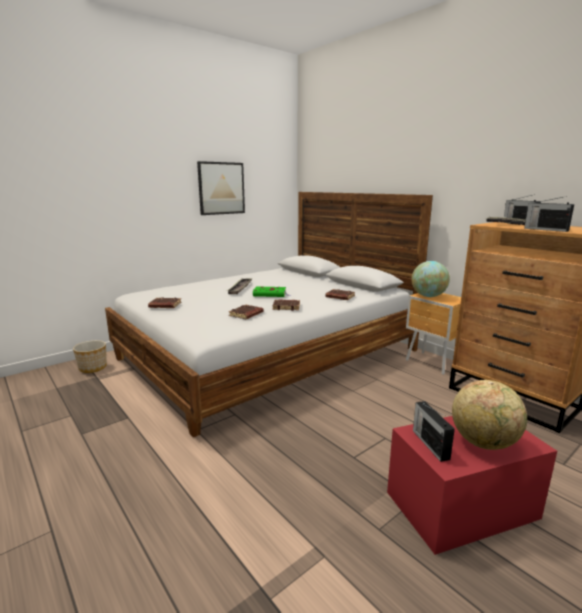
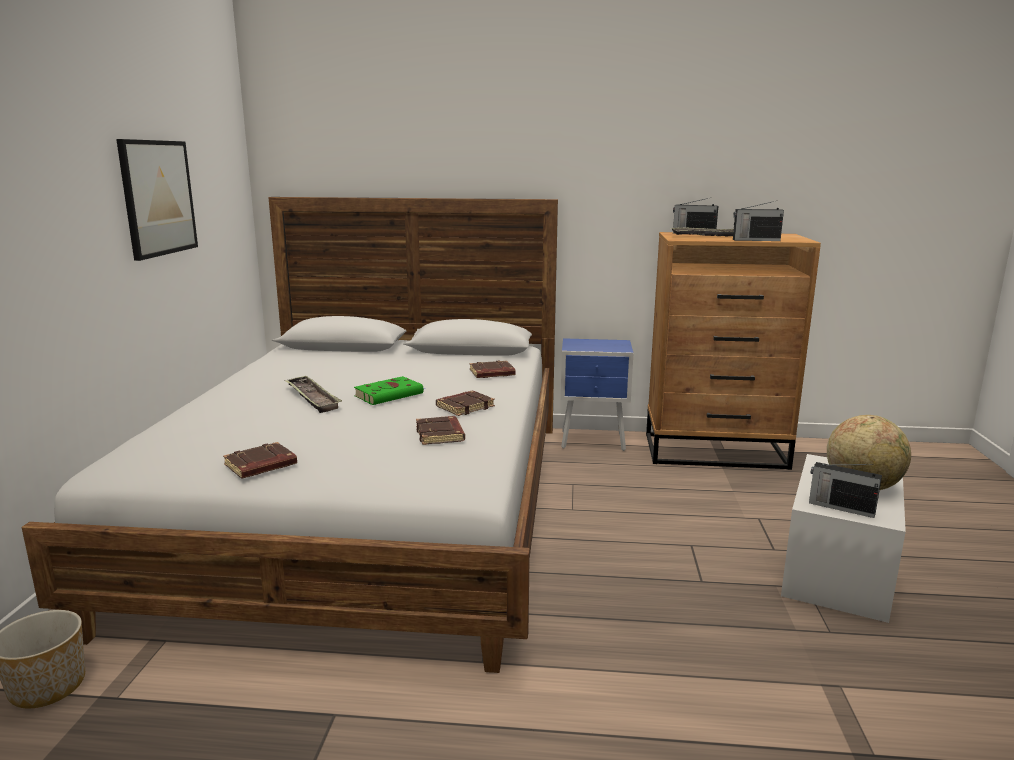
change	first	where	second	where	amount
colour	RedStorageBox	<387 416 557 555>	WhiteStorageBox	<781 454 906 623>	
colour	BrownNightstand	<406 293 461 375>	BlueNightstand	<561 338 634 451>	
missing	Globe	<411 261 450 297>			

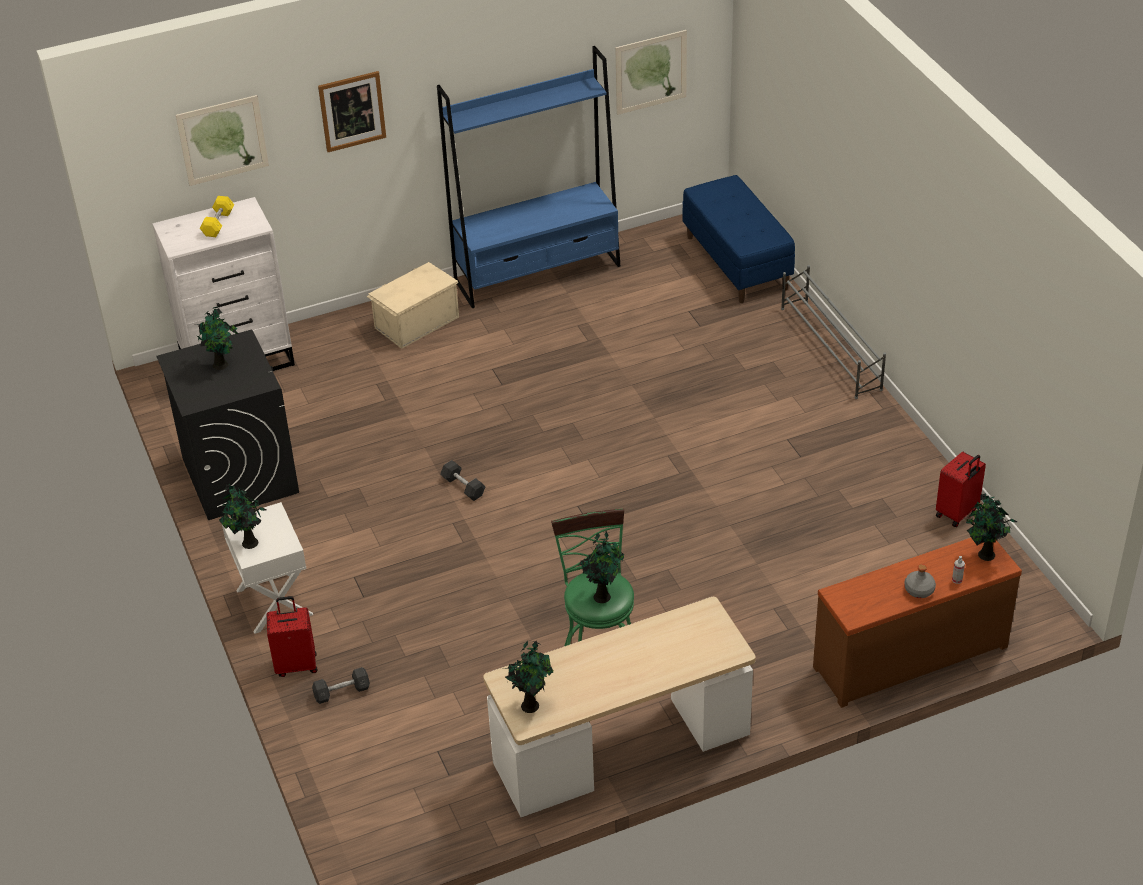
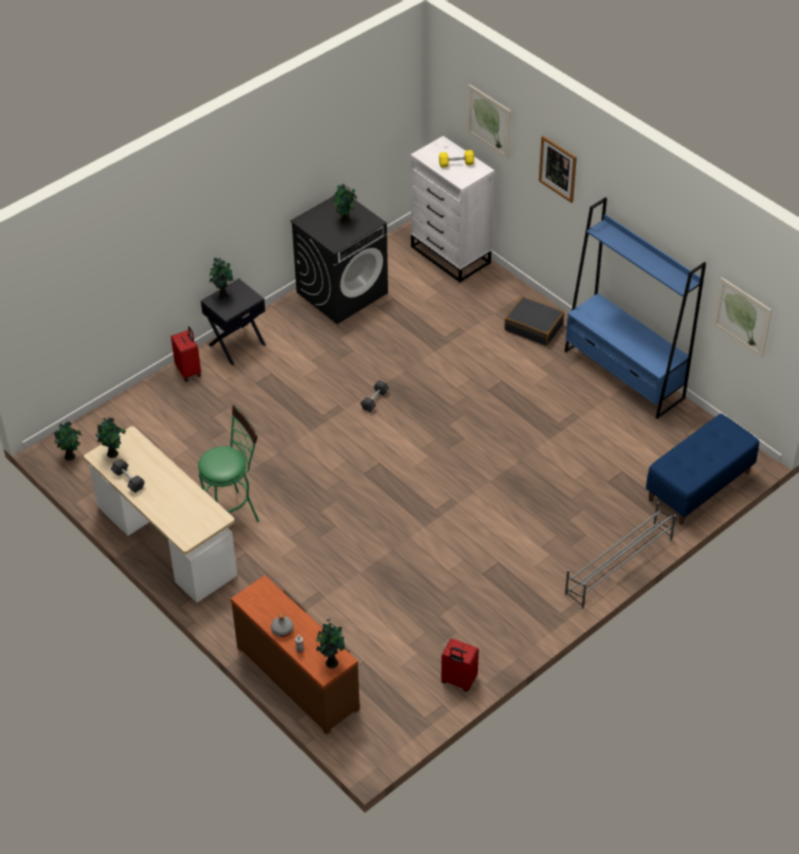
change	first	where	second	where	amount
colour	WhiteNightstand	<222 502 313 634>	BlackNightstand	<201 279 266 365>	
relocated	GreyDumbbell	<312 667 370 704>		<111 458 145 493>	
exchanged	BeigeStorageBox	<367 262 459 349>	BlackSuitcase	<504 297 565 346>	
relocated	PottedPlant	<578 531 624 603>		<54 420 82 461>	

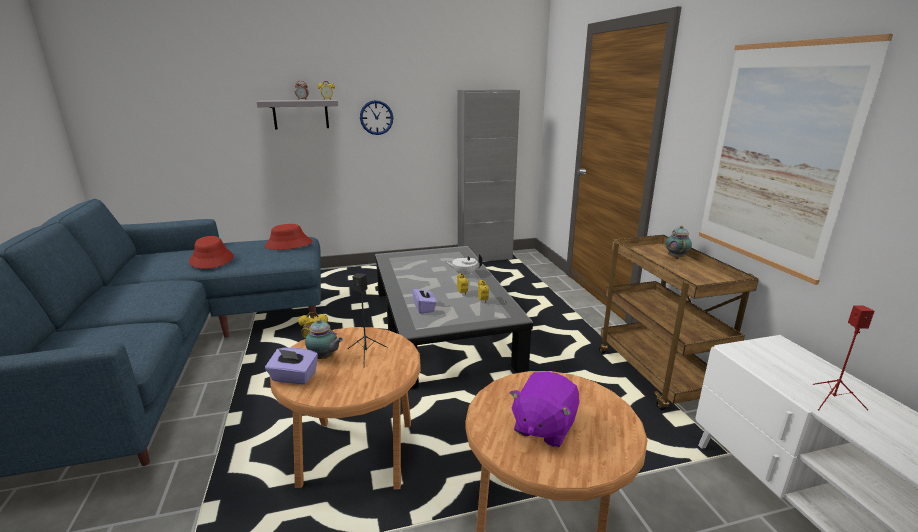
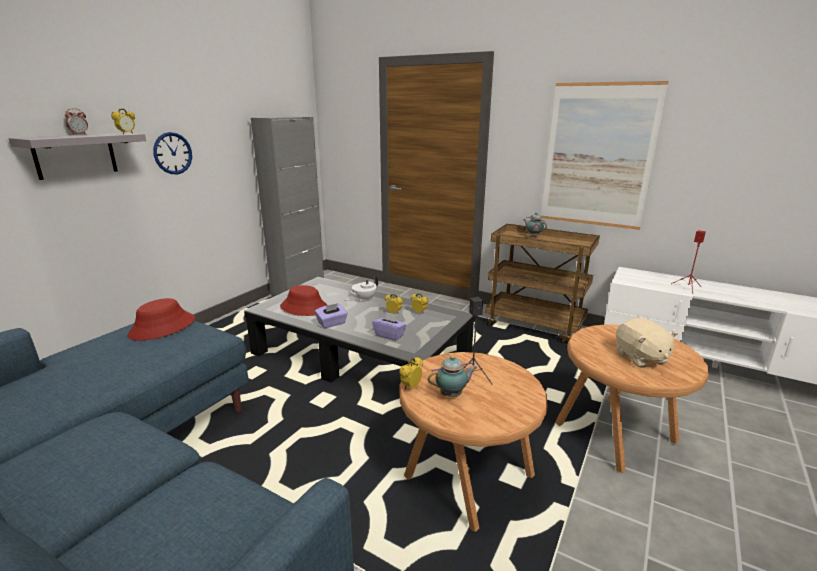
change	first	where	second	where	amount
relocated	RedHat	<189 236 234 269>		<280 285 327 316>	
relocated	PurpleTissueBox	<265 347 318 385>		<315 303 348 328>	
colour	PurplePlushToy	<510 372 580 447>	BeigePlushToy	<616 318 678 368>	

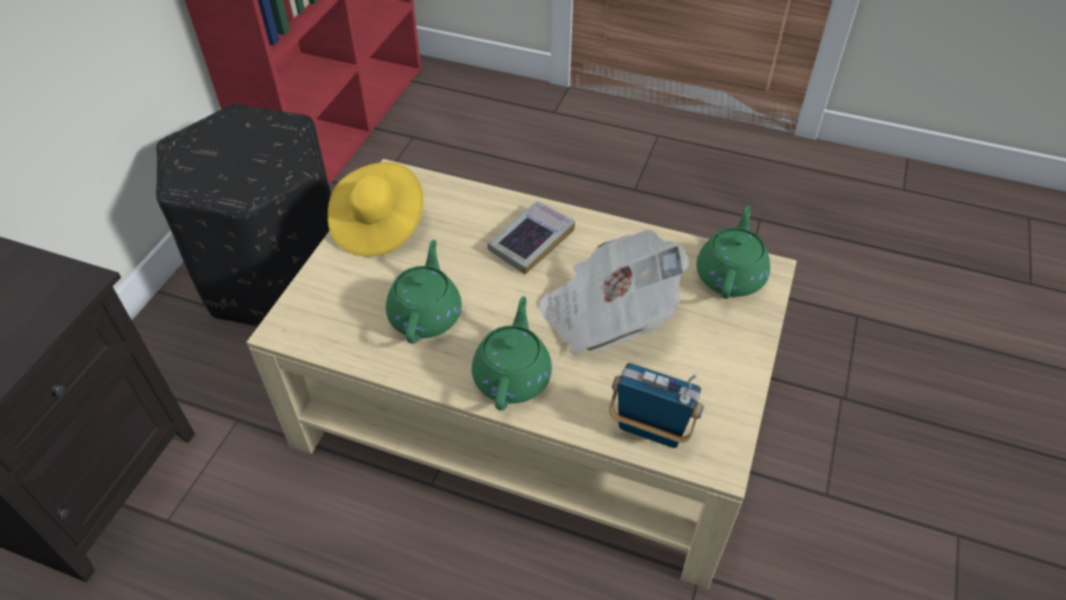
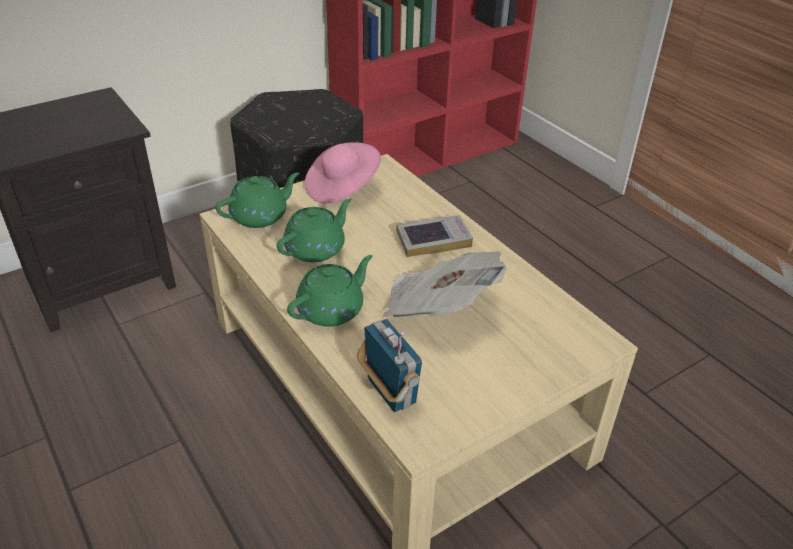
change	first	where	second	where	amount
colour	YellowHat	<328 162 424 257>	PinkHat	<305 142 381 203>	
relocated	GreenTeapot	<697 205 770 299>		<215 172 299 228>	

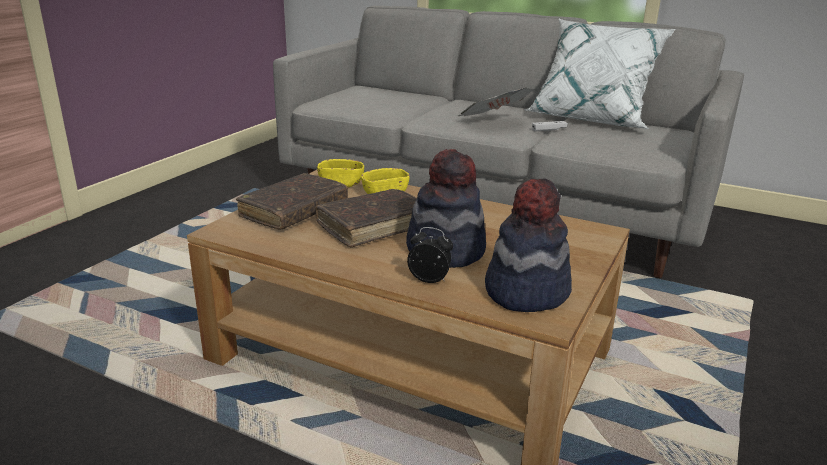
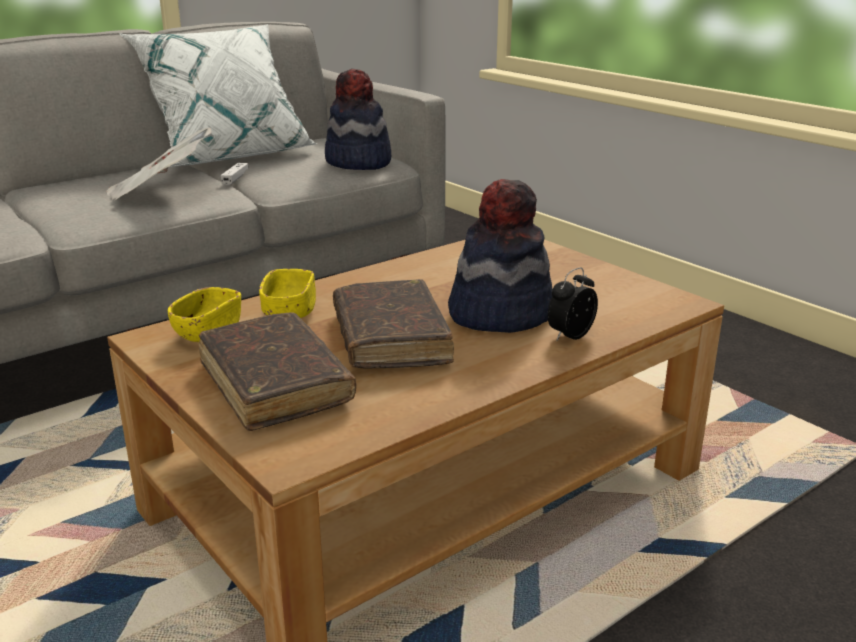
change	first	where	second	where	amount
relocated	Hat	<485 178 572 312>		<325 68 391 170>	

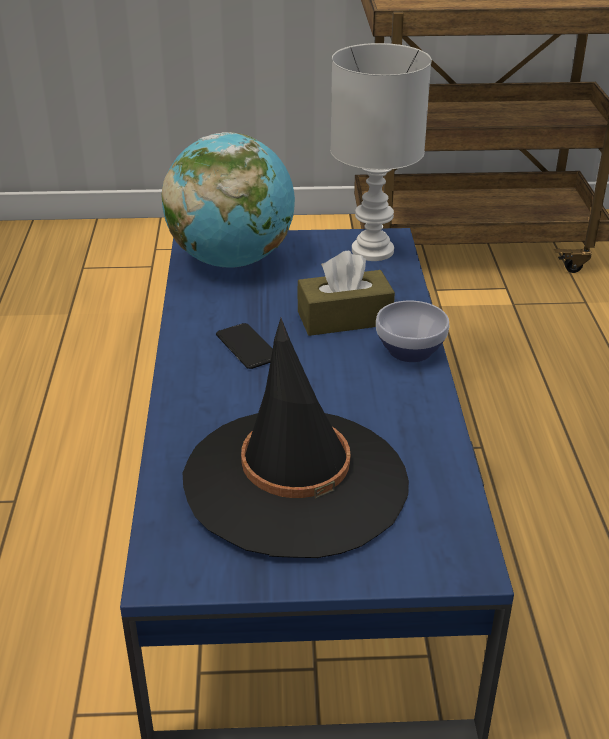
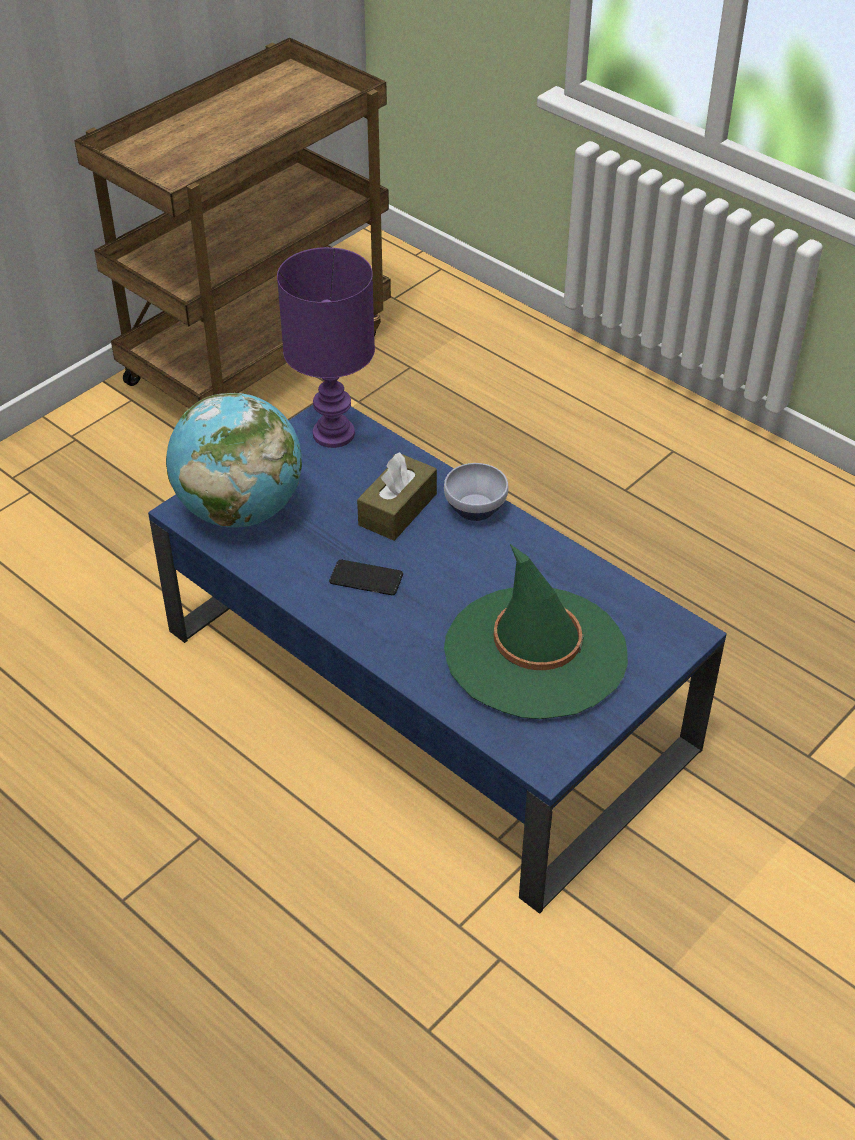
change	first	where	second	where	amount
colour	BlackHat	<183 318 409 558>	GreenHat	<444 544 628 719>	
colour	WhiteTableLamp	<330 43 432 261>	PurpleTableLamp	<277 247 375 448>	

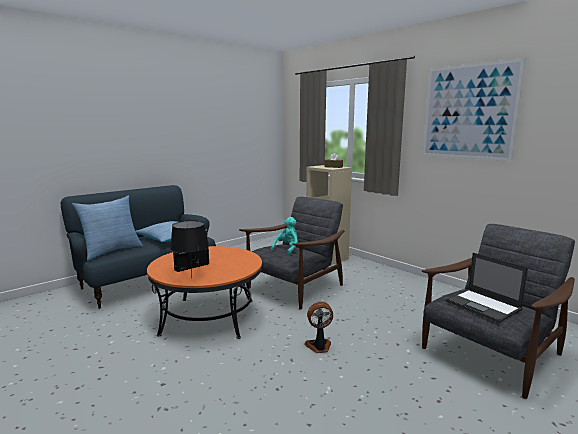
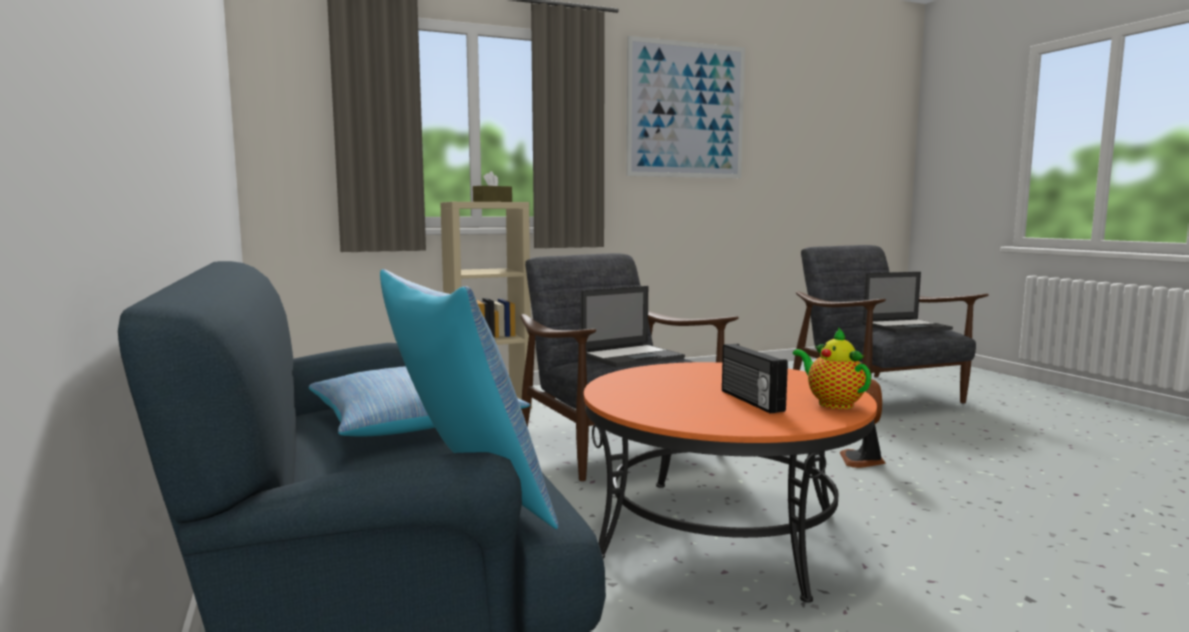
change	first	where	second	where	amount
exchanged	BlackTableLamp	<170 221 209 277>	Teapot	<793 327 871 409>	
exchanged	TurquoisePlushToy	<271 217 298 255>	Laptop	<581 286 685 368>	

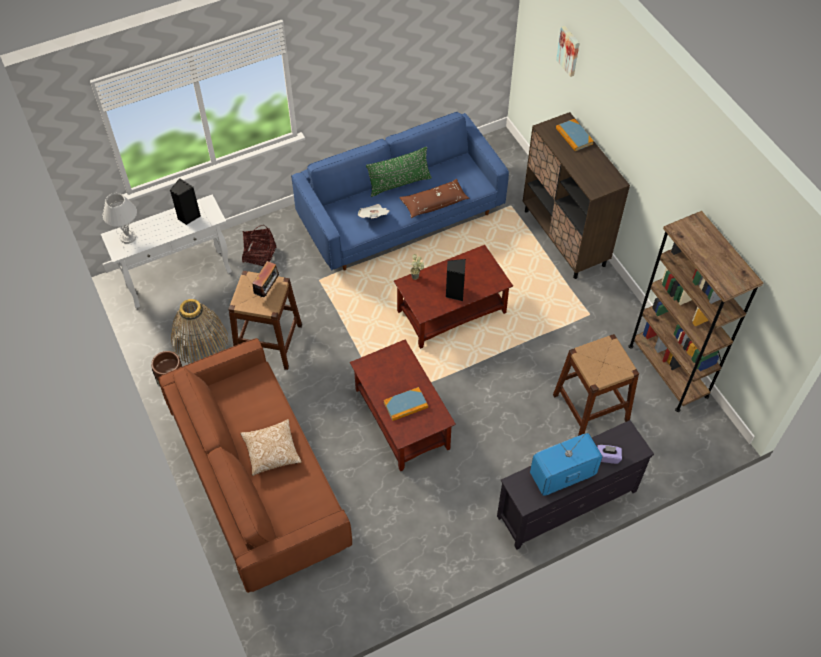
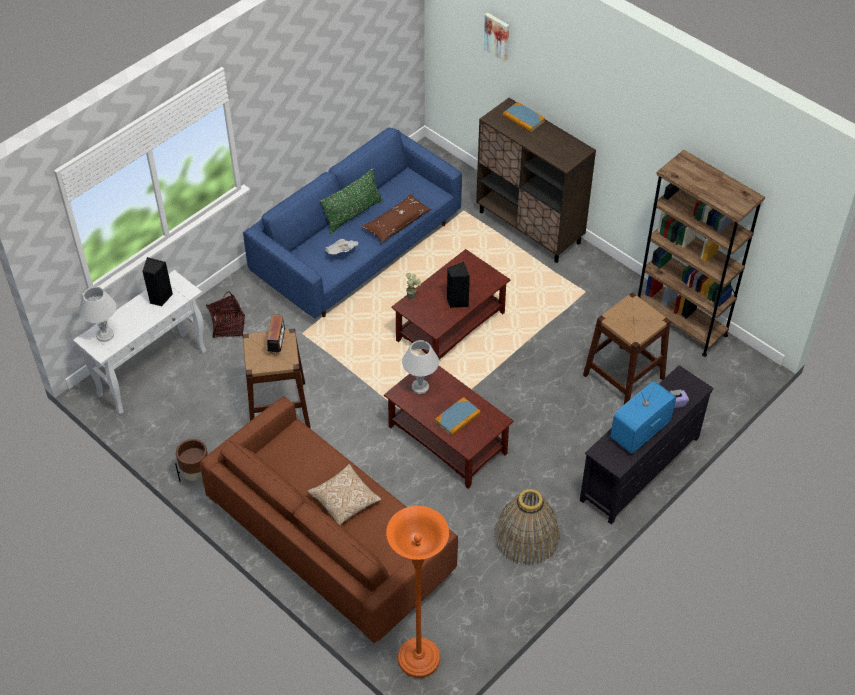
change	first	where	second	where	amount
relocated	Basket	<171 299 228 364>		<494 489 560 565>	
appeared			OrangeFloorLamp	<386 506 449 678>	
appeared			WhiteTableLamp	<402 340 439 394>	

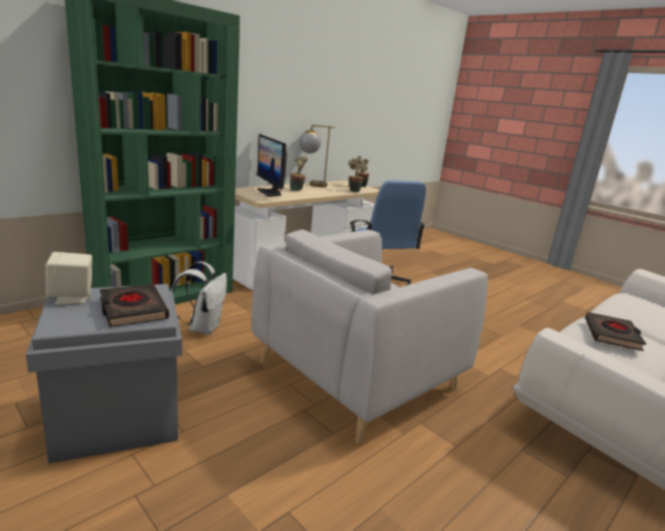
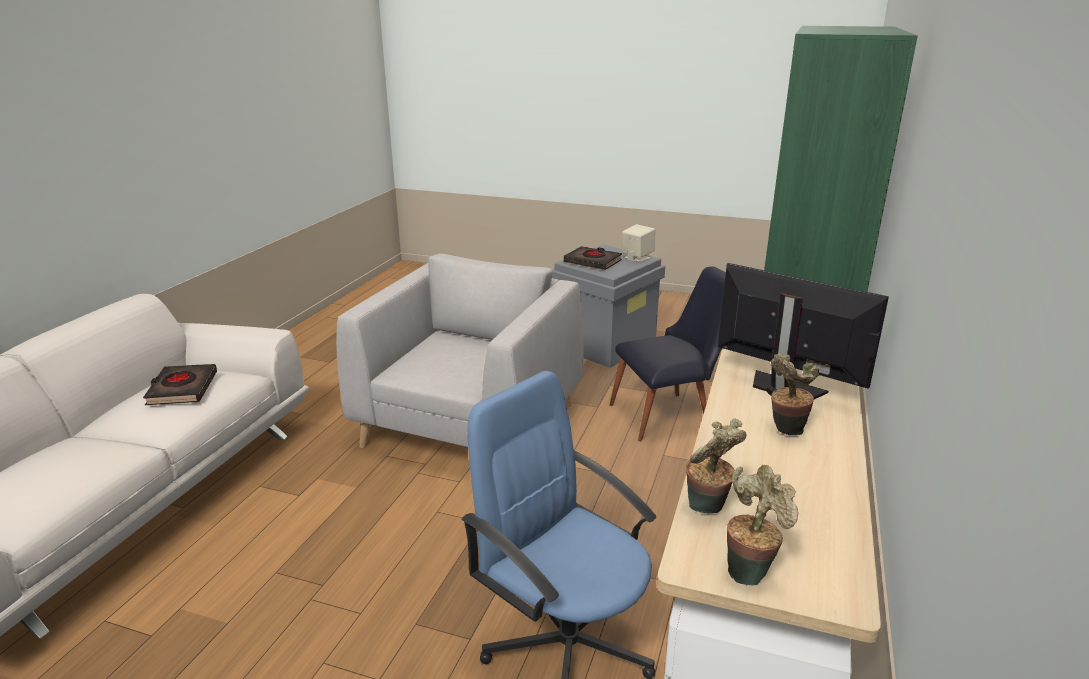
change	first	where	second	where	amount
exchanged	WhiteBackpack	<171 261 227 335>	BlackChair	<609 266 726 442>	
missing	TableLamp	<299 124 335 187>			

